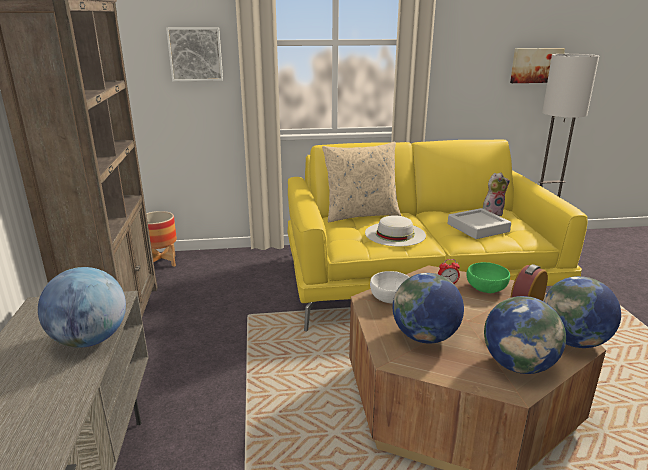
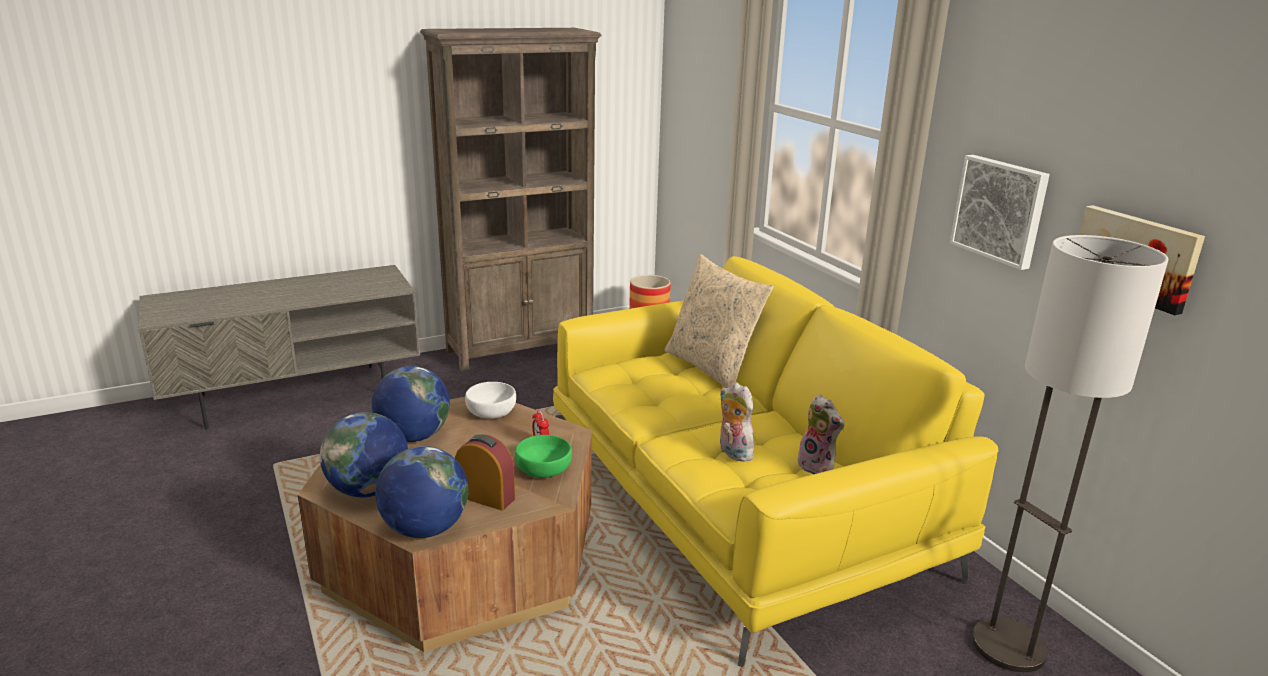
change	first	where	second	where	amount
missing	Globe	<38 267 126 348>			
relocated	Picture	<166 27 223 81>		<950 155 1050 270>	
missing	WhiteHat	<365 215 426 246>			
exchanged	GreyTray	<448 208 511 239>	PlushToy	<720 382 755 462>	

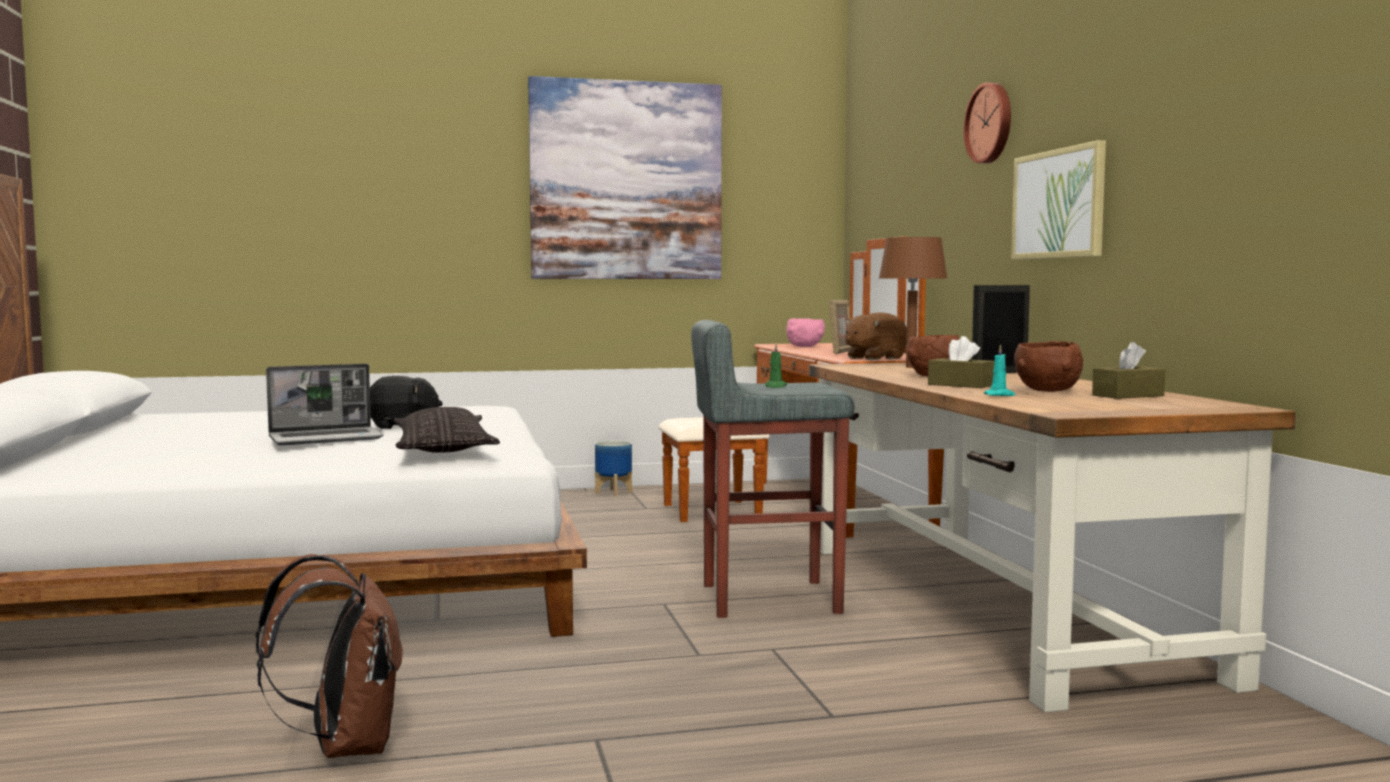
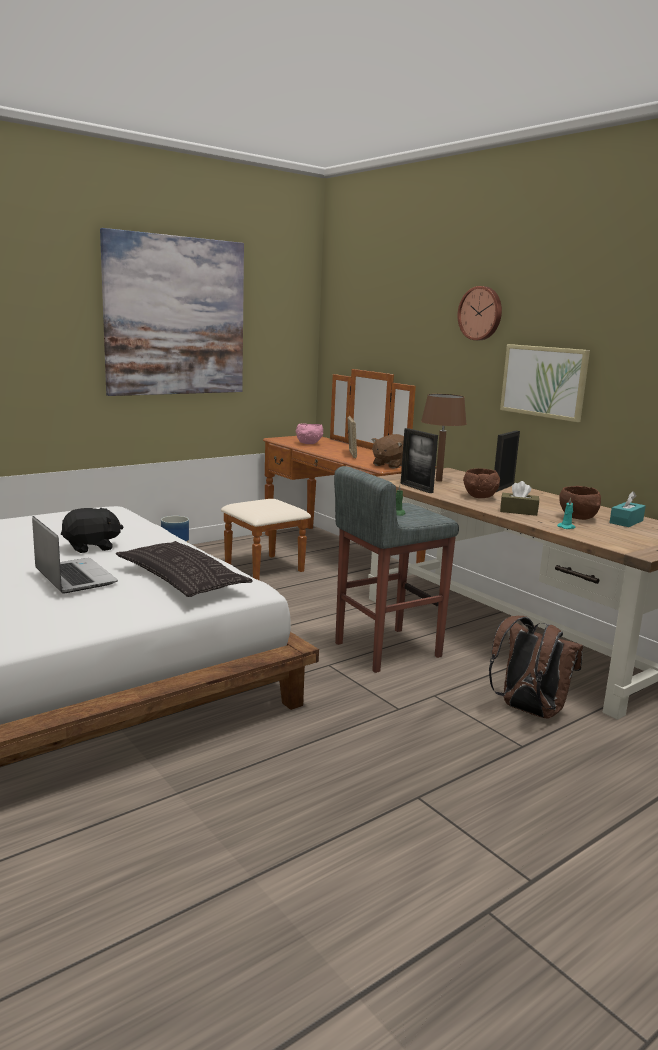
change	first	where	second	where	amount
relocated	BrownBackpack	<255 554 403 758>		<489 616 583 718>	
spun	Laptop	<266 364 383 445>		<32 516 118 594>	75 degrees counterclockwise
colour	BrownTissueBox	<1092 342 1166 399>	TurquoiseTissueBox	<609 491 646 527>	
appeared			PictureFrame	<401 428 438 493>	

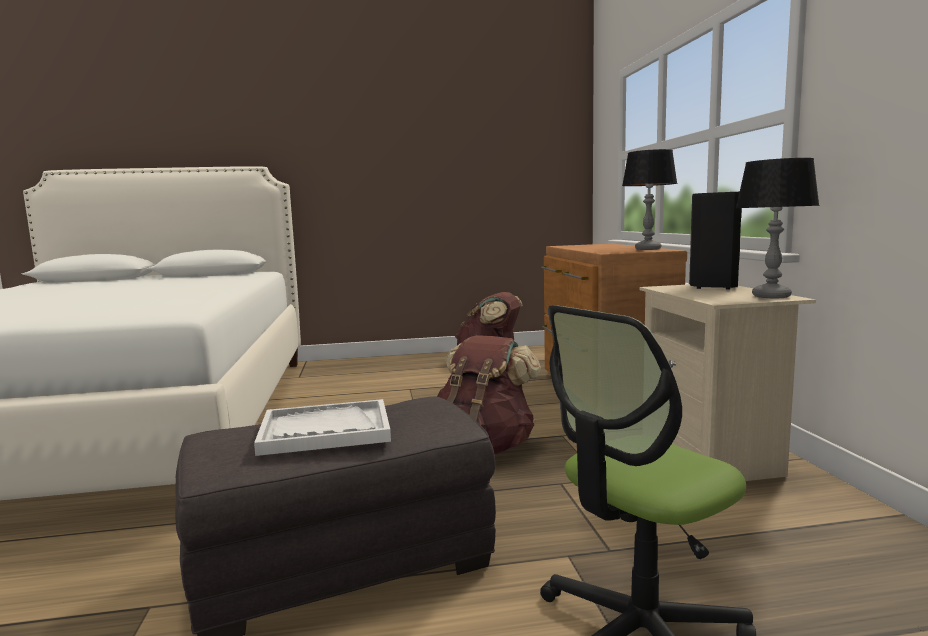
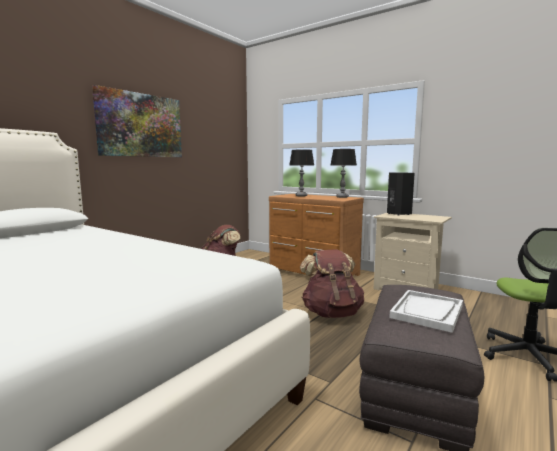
change	first	where	second	where	amount
relocated	TableLamp	<736 158 820 298>		<290 150 314 196>	
appeared			Picture	<92 85 182 157>	

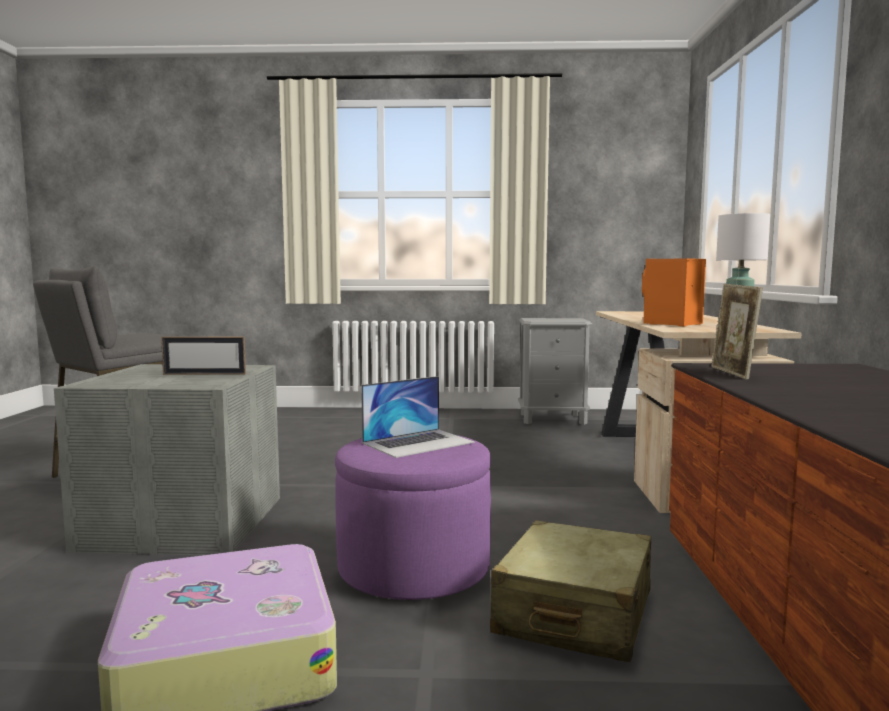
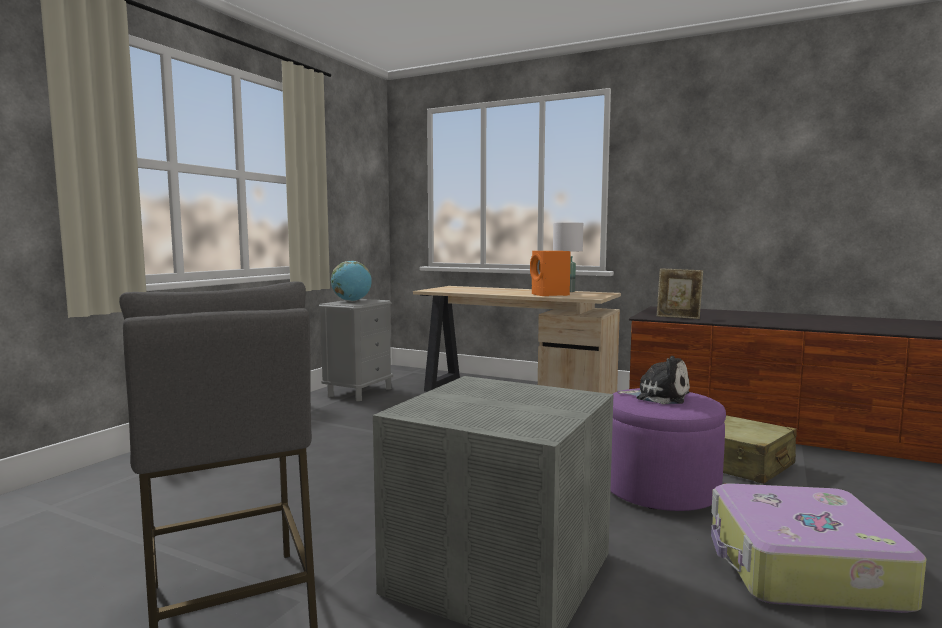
change	first	where	second	where	amount
missing	PictureFrame	<161 337 246 375>			
exchanged	Laptop	<361 376 475 458>	PlushToy	<618 356 690 404>	
appeared			Globe	<331 261 372 301>	

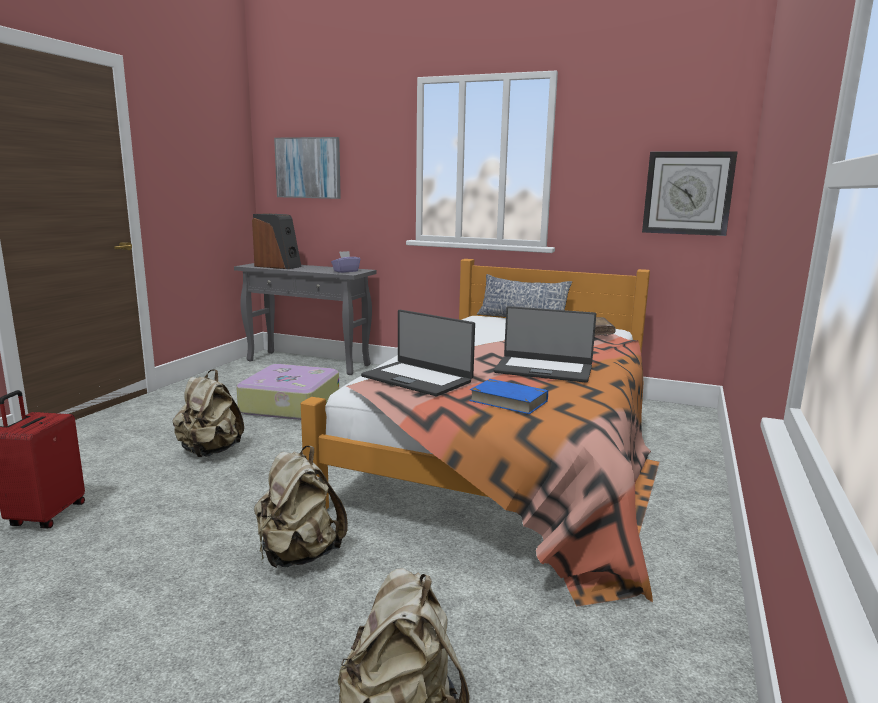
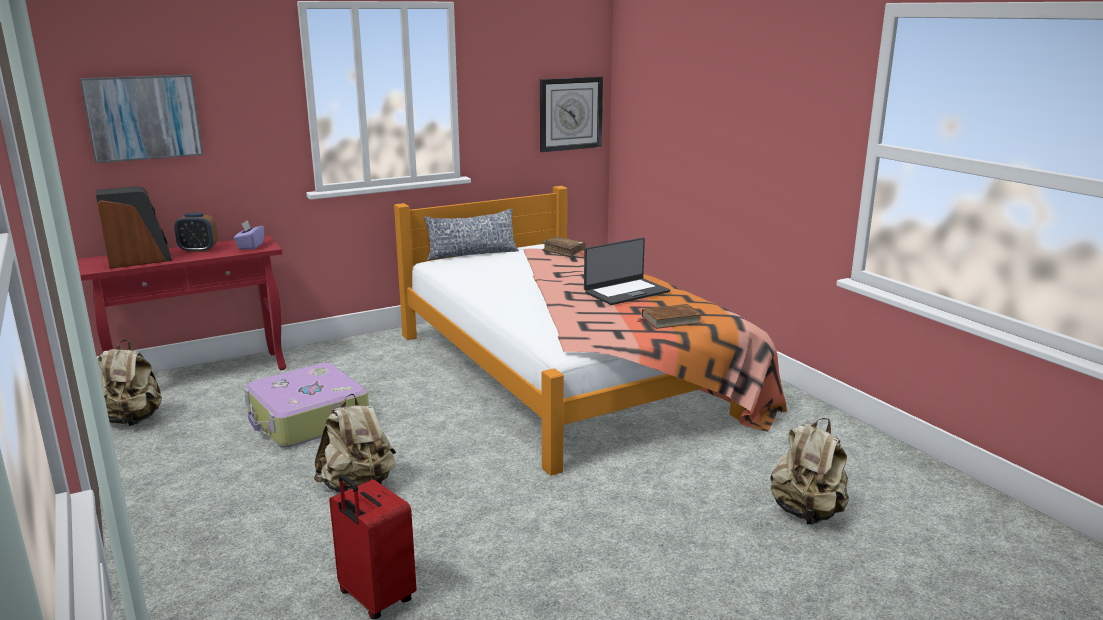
change	first	where	second	where	amount
colour	GreyConsoleTable	<234 263 377 375>	RedConsoleTable	<77 236 286 370>	
relocated	BeigeBackpack	<254 446 348 568>		<98 339 162 426>	
missing	Laptop	<361 310 475 396>			
colour	BlueBook	<469 379 548 414>	BrownBook	<637 304 703 329>	
appeared			AlarmClock	<174 213 218 252>	

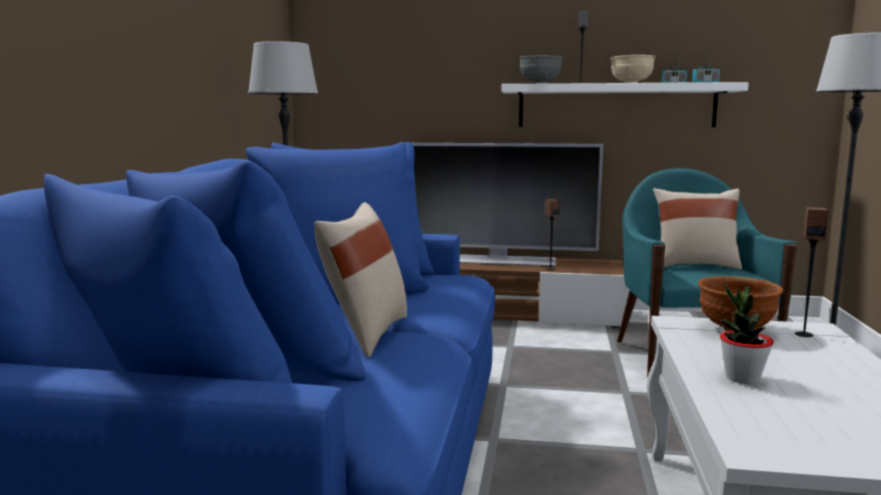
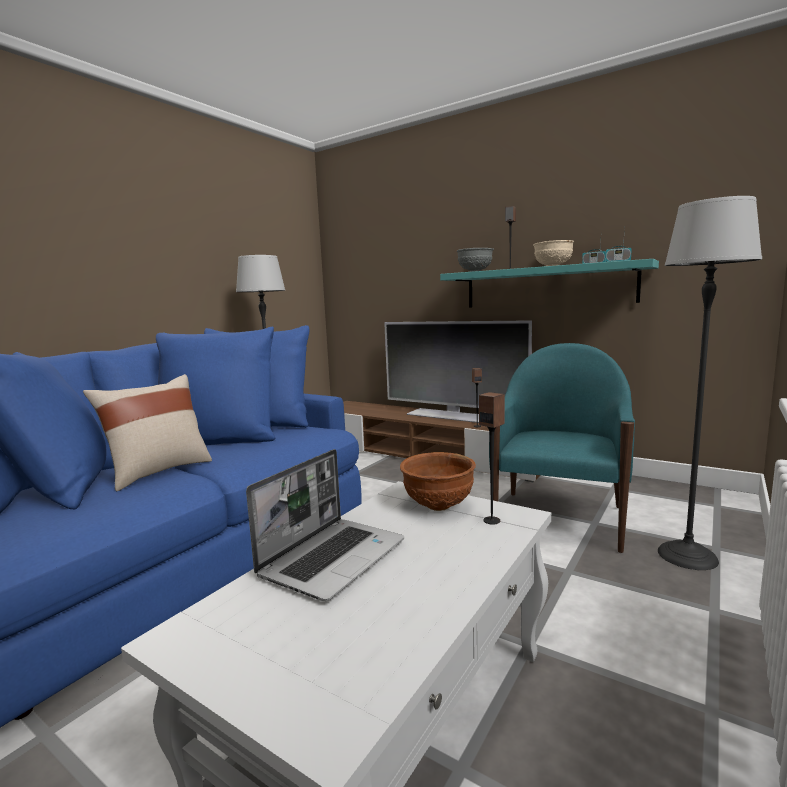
change	first	where	second	where	amount
colour	WhiteShelf	<501 82 749 127>	TurquoiseShelf	<440 259 659 307>	
missing	BeigePillow	<653 188 742 269>			
exchanged	PottedPlant	<720 284 774 384>	Laptop	<246 449 404 601>	

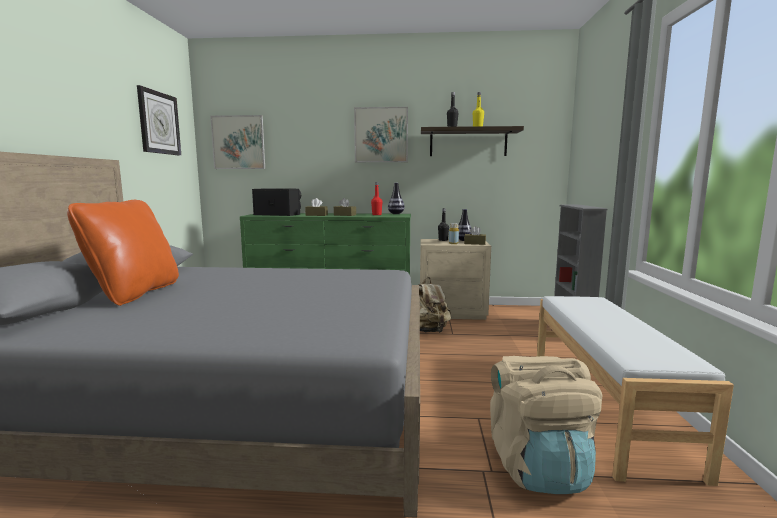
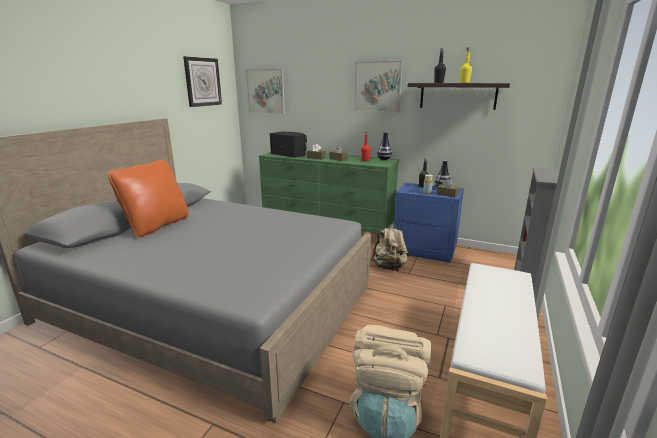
change	first	where	second	where	amount
colour	BeigeNightstand	<420 239 491 320>	BlueNightstand	<394 183 464 263>	

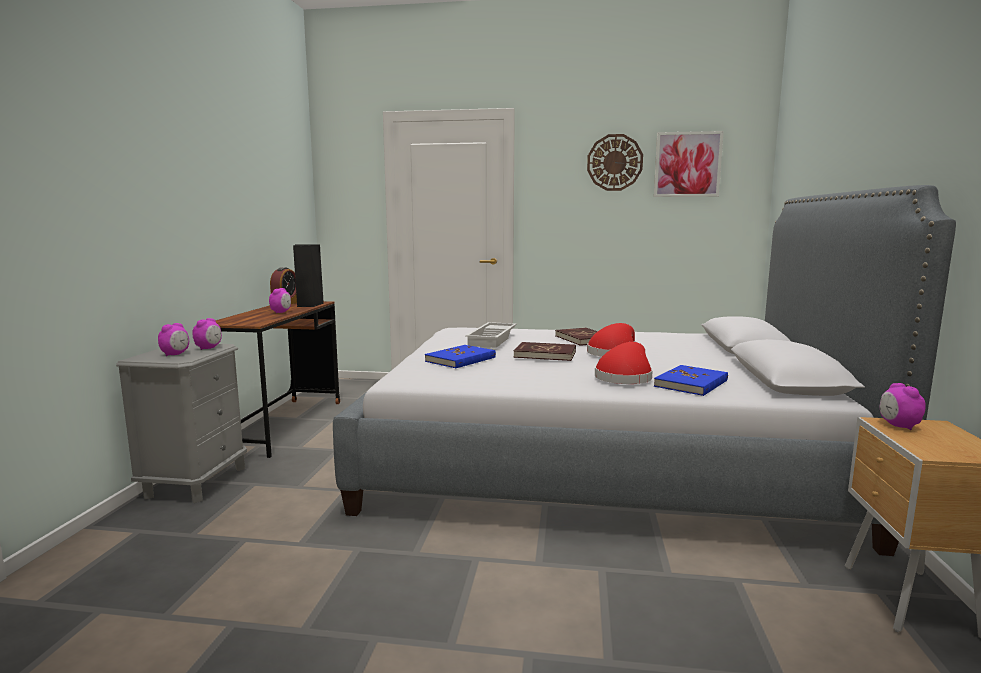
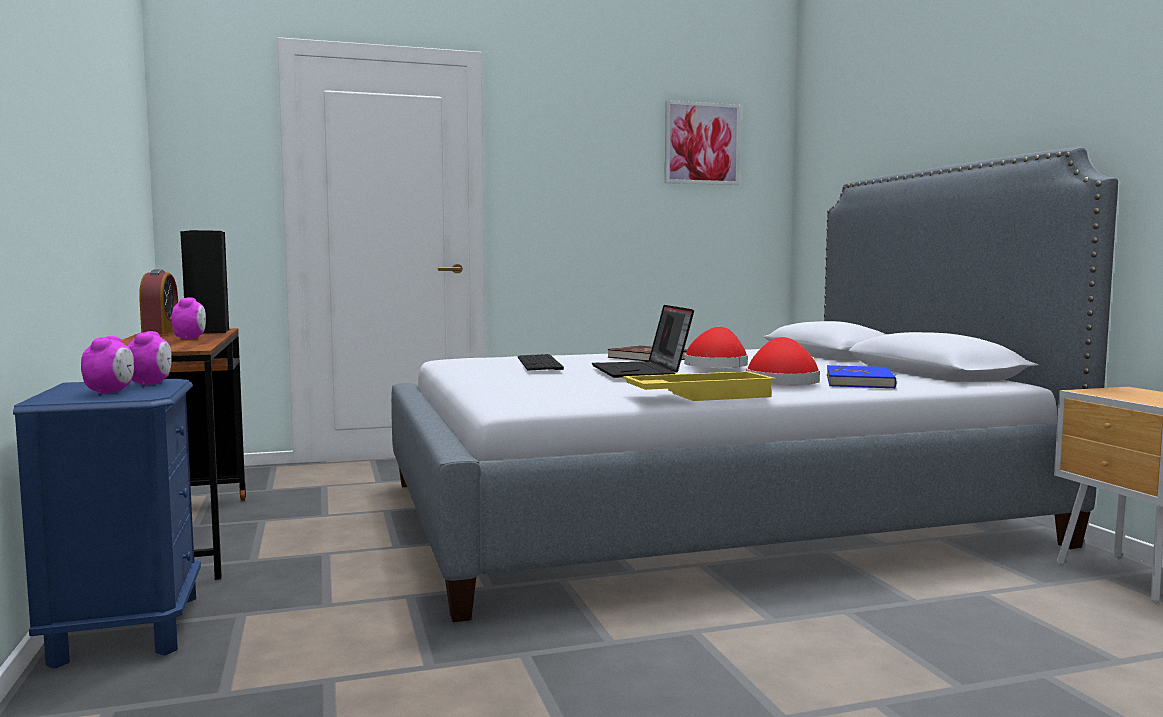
change	first	where	second	where	amount
colour	GreyNightstand	<116 343 247 503>	BlueNightstand	<13 379 201 669>	
missing	BlueBook	<425 345 496 369>			
exchanged	WhiteTray	<465 322 517 348>	Keyboard	<518 354 564 370>	
exchanged	RedBook	<514 342 576 361>	Laptop	<592 305 694 378>	
missing	WallClock	<587 134 643 191>			
missing	AlarmClock	<880 383 925 430>			
appeared			YellowTray	<623 371 776 401>	

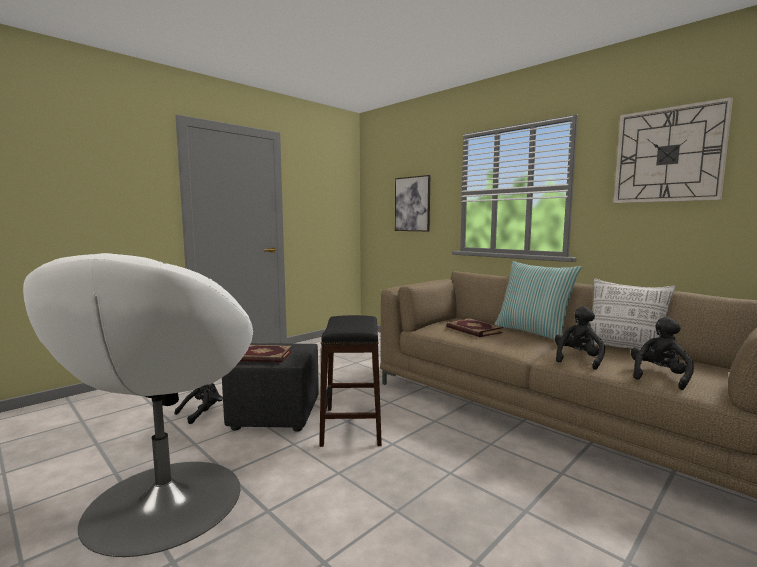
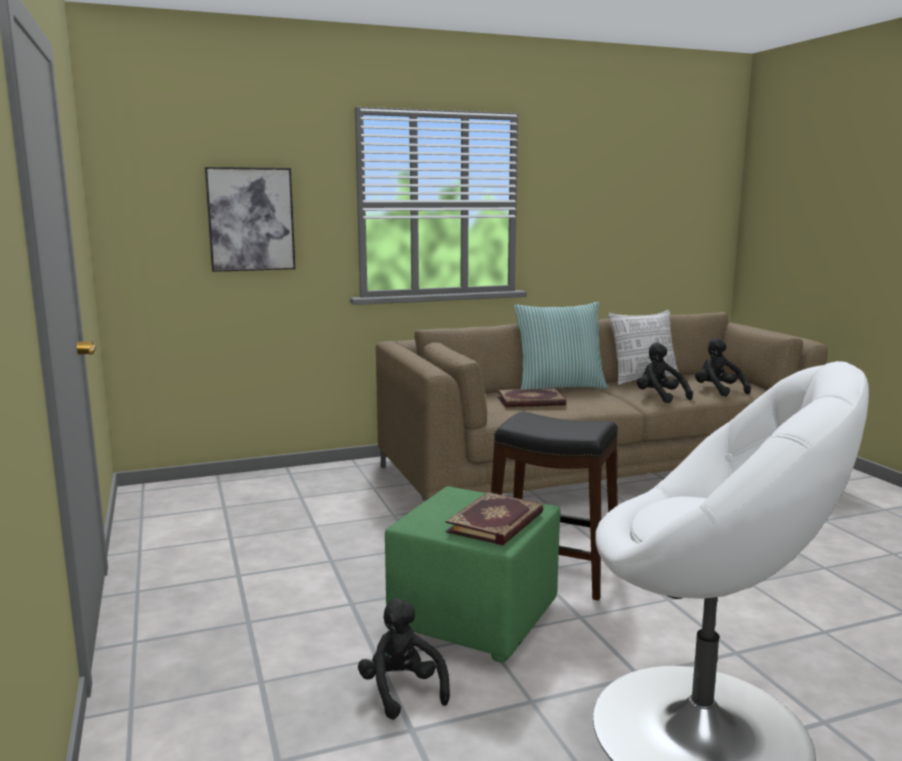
change	first	where	second	where	amount
colour	BlackOttoman	<222 343 319 432>	GreenOttoman	<385 486 561 662>	
missing	WallClock	<613 97 733 203>			

